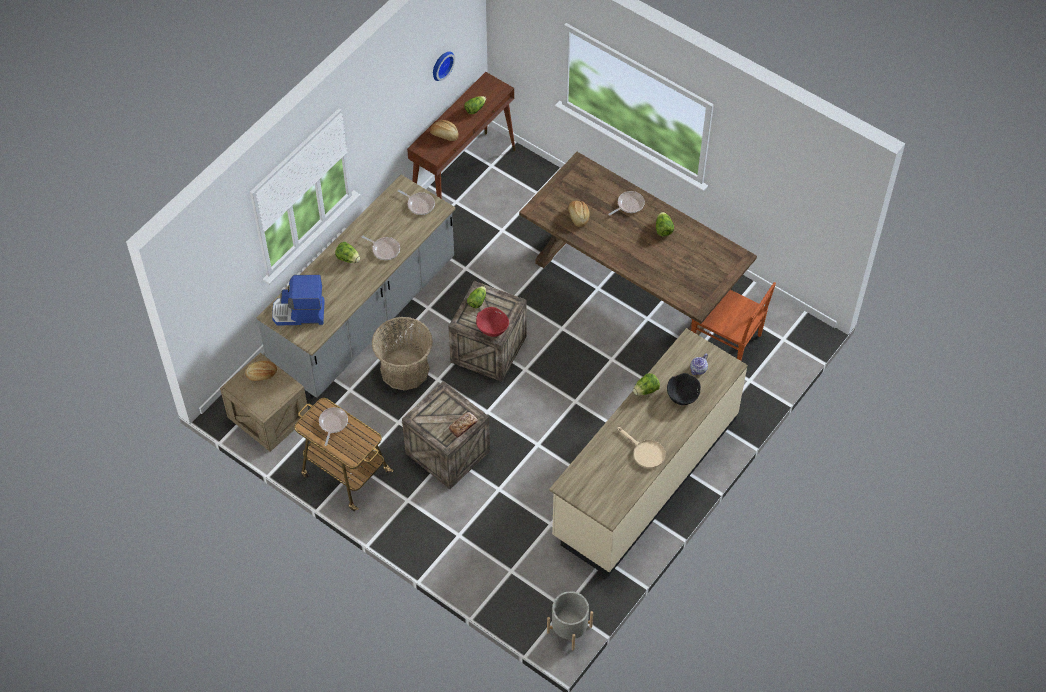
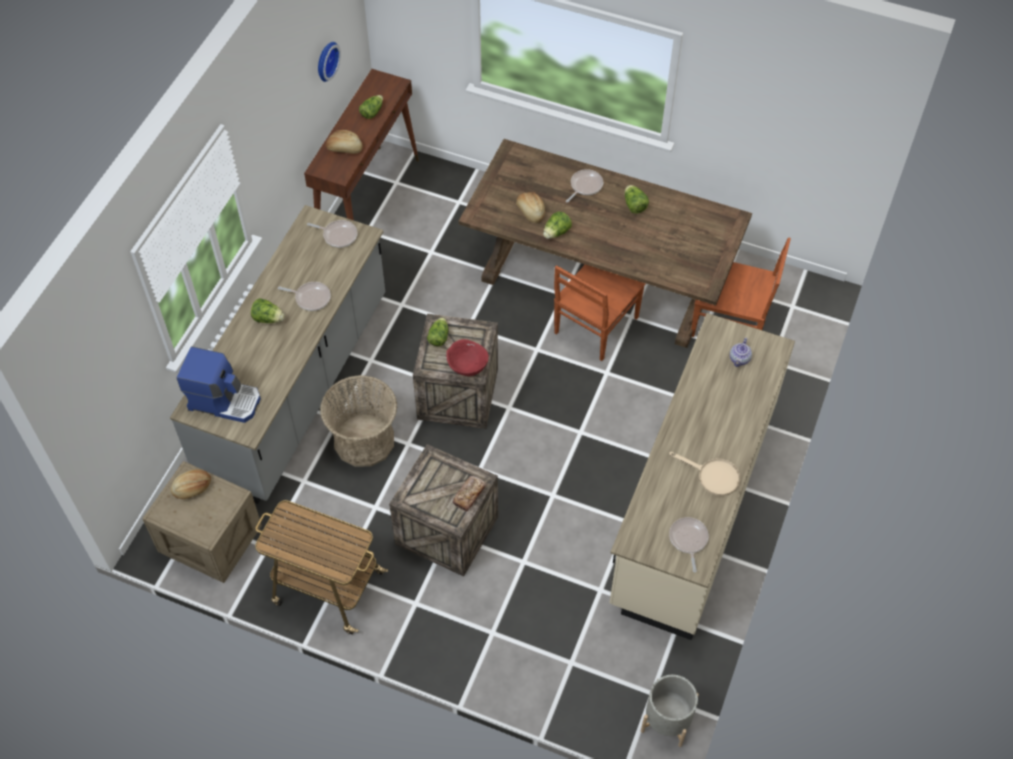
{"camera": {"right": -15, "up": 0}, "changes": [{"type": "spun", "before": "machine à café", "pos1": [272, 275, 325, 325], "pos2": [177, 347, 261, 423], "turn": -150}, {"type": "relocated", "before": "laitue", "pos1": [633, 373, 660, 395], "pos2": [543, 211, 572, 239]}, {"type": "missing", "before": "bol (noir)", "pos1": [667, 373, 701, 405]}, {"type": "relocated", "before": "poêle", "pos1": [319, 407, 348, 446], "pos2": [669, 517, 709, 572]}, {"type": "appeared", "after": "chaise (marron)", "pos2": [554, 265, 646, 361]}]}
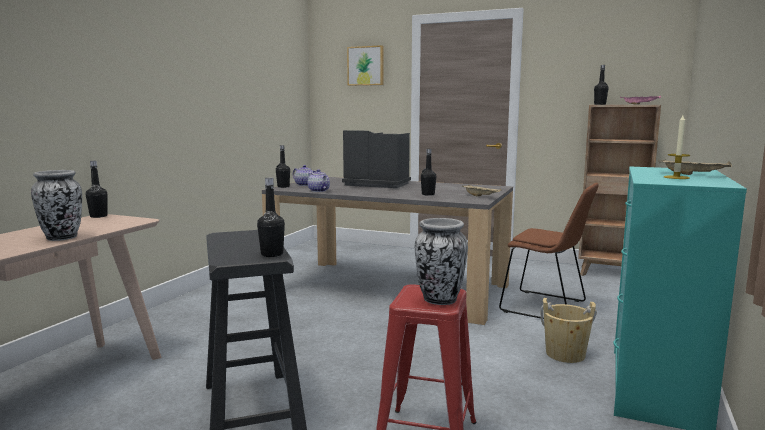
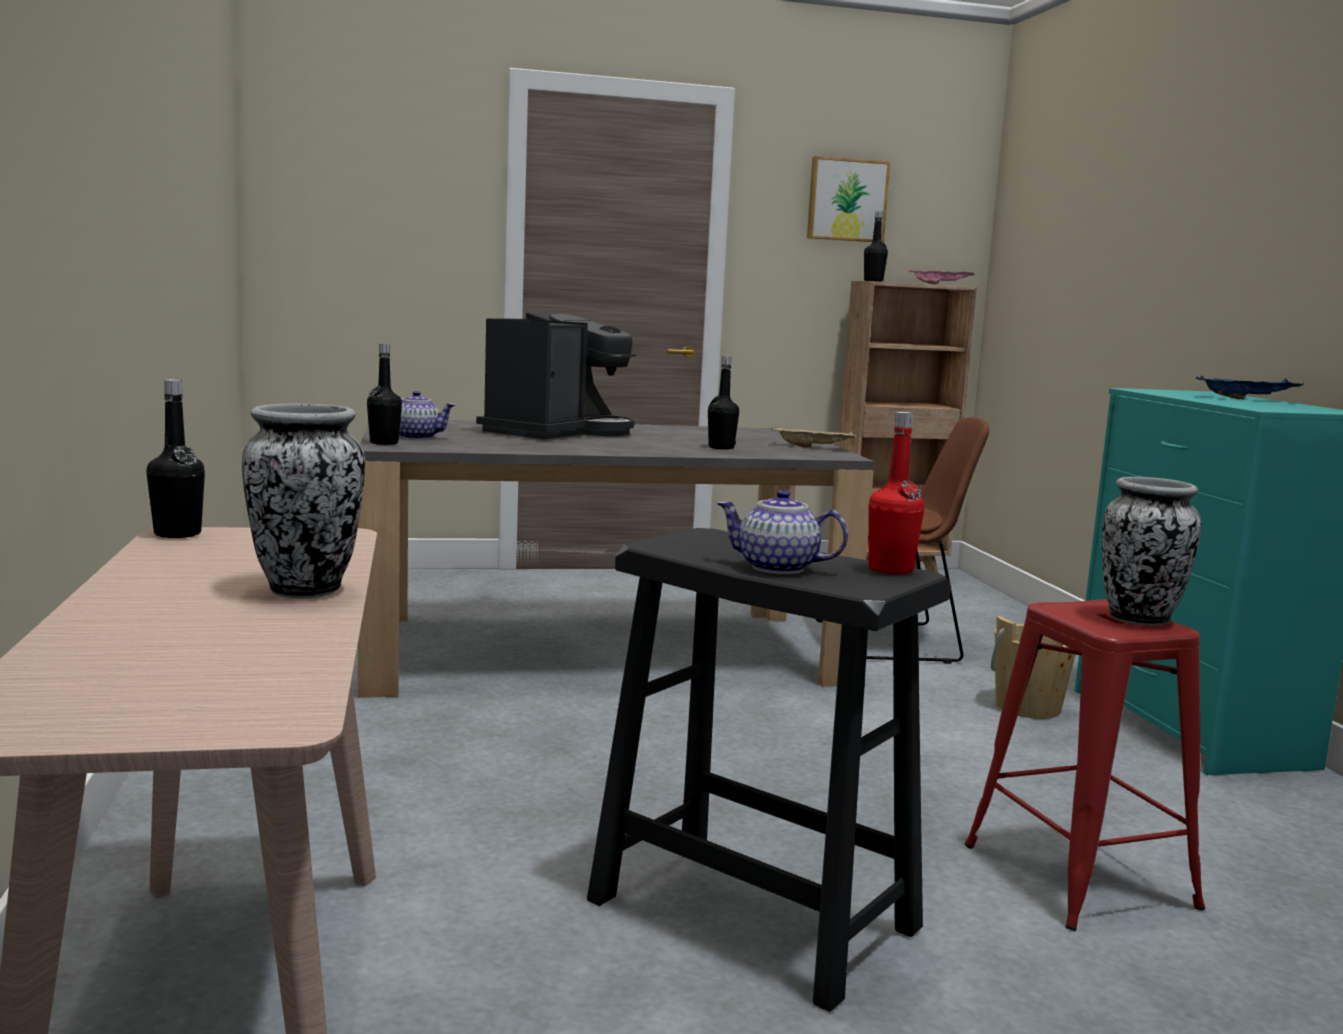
{"camera": {"right": -35, "up": 0}, "changes": [{"type": "relocated", "before": "tableau", "pos1": [347, 45, 384, 86], "pos2": [807, 156, 891, 242]}, {"type": "missing", "before": "bougie", "pos1": [664, 115, 690, 179]}, {"type": "spun", "before": "machine à café", "pos1": [342, 130, 411, 188], "pos2": [476, 312, 637, 440], "turn": 135}, {"type": "colour", "before": "plateau (beige)", "after": "plateau (bleu)", "pos1": [658, 159, 732, 175], "pos2": [1196, 376, 1304, 399]}, {"type": "relocated", "before": "théière", "pos1": [308, 169, 330, 192], "pos2": [717, 489, 848, 574]}, {"type": "colour", "before": "bouteille (noir)", "after": "bouteille (rouge)", "pos1": [257, 178, 285, 257], "pos2": [868, 412, 924, 574]}]}
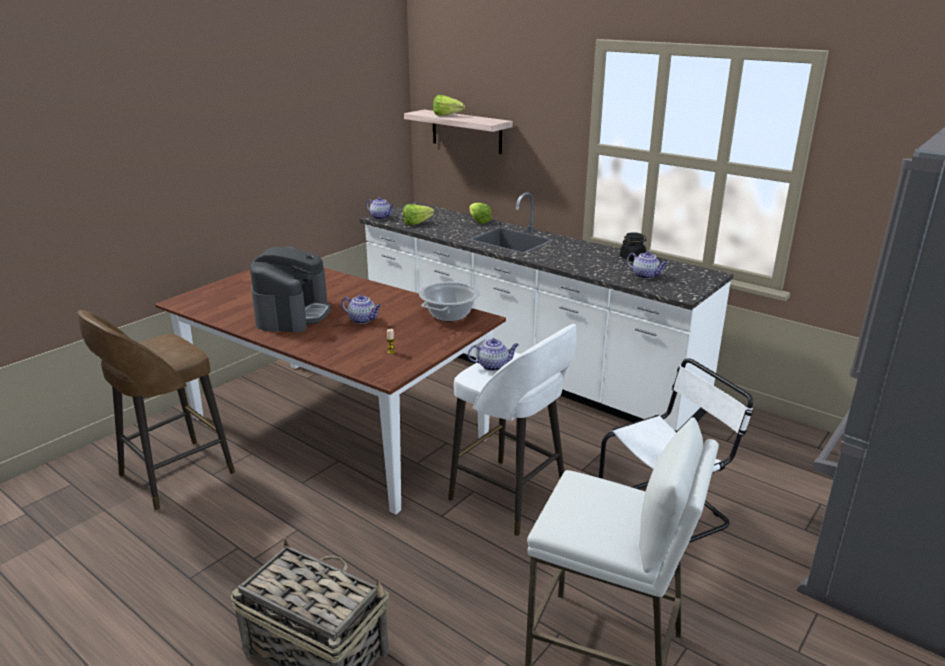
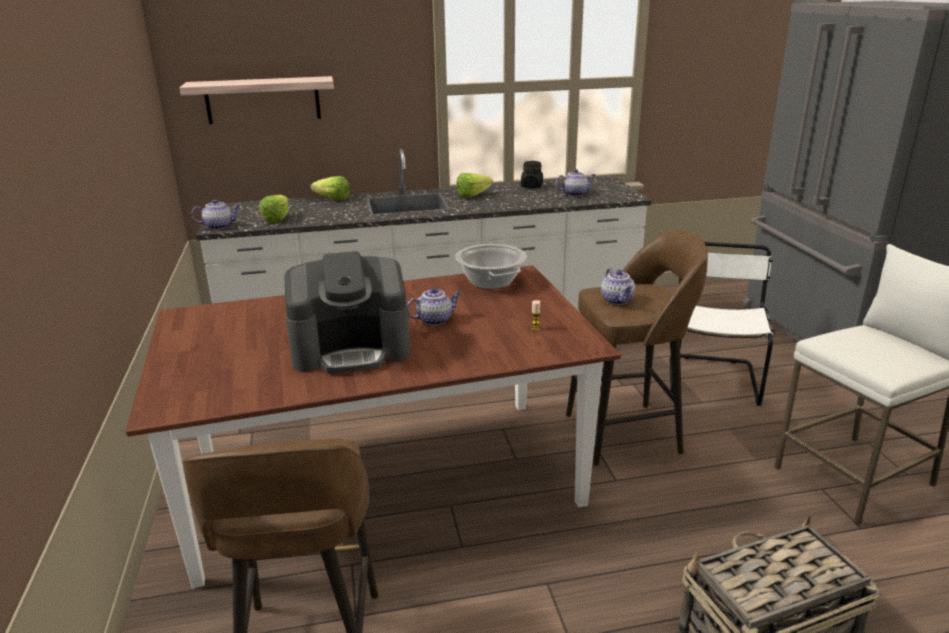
{"camera": {"right": -50, "up": 0}, "changes": [{"type": "relocated", "before": "laitue", "pos1": [433, 95, 465, 116], "pos2": [456, 173, 493, 198]}, {"type": "spun", "before": "machine à café", "pos1": [250, 246, 331, 333], "pos2": [285, 251, 410, 374], "turn": 120}, {"type": "colour", "before": "tabouret (blanc)", "after": "tabouret (marron)", "pos1": [448, 324, 576, 536], "pos2": [566, 229, 708, 466]}, {"type": "spun", "before": "théière", "pos1": [468, 338, 519, 371], "pos2": [601, 268, 635, 305], "turn": 135}]}
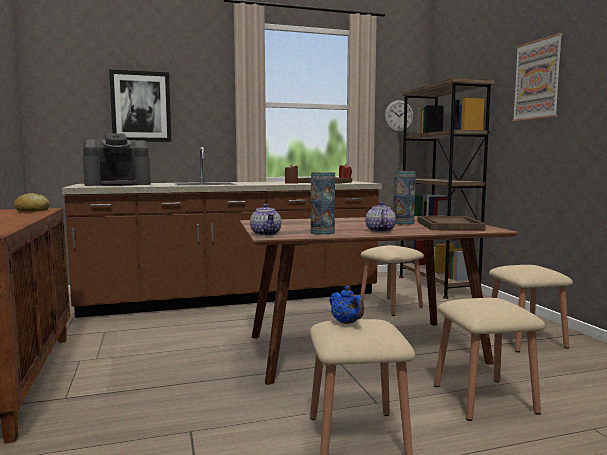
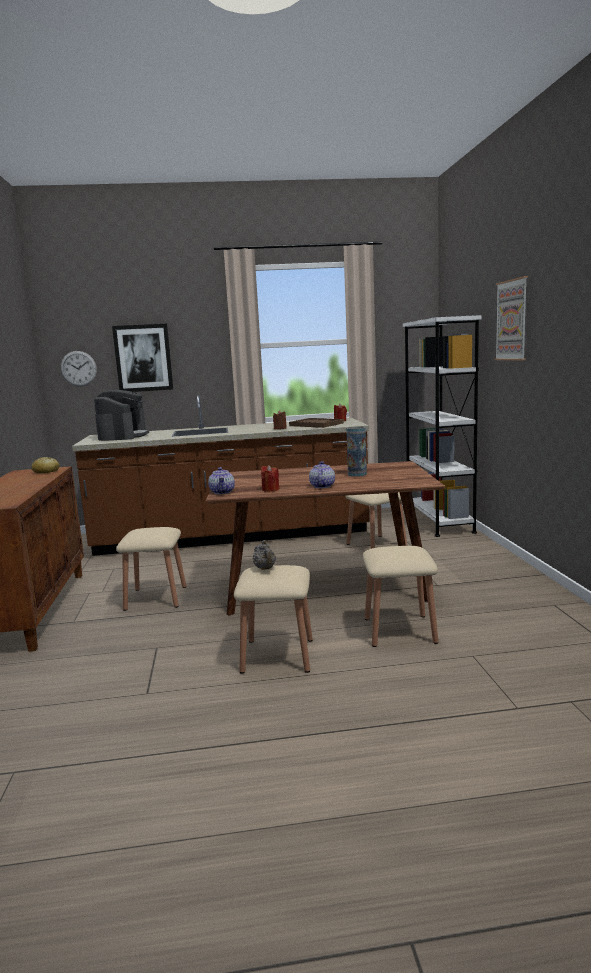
{"camera": {"right": 10, "up": 5}, "changes": [{"type": "colour", "before": "bibliothèque (marron)", "after": "bibliothèque (blanc)", "pos1": [399, 78, 494, 299], "pos2": [403, 315, 482, 537]}, {"type": "relocated", "before": "horloge murale", "pos1": [385, 100, 413, 132], "pos2": [61, 351, 97, 386]}, {"type": "spun", "before": "machine à café", "pos1": [83, 133, 151, 186], "pos2": [94, 390, 149, 441], "turn": -75}, {"type": "exchanged", "before": "vase", "after": "bougie (rouge)", "pos1": [311, 172, 335, 235], "pos2": [261, 465, 279, 492]}, {"type": "missing", "before": "plateau (marron)", "pos1": [417, 216, 486, 230]}, {"type": "relocated", "before": "tabouret (beige)", "pos1": [489, 265, 573, 352], "pos2": [116, 527, 186, 611]}, {"type": "colour", "before": "théière (bleu)", "after": "théière (gris)", "pos1": [329, 286, 364, 324], "pos2": [252, 540, 276, 570]}]}
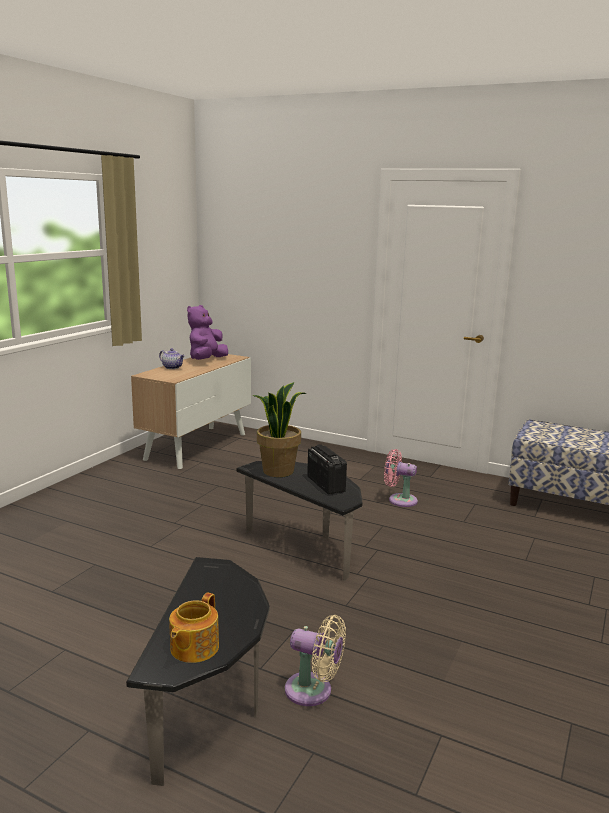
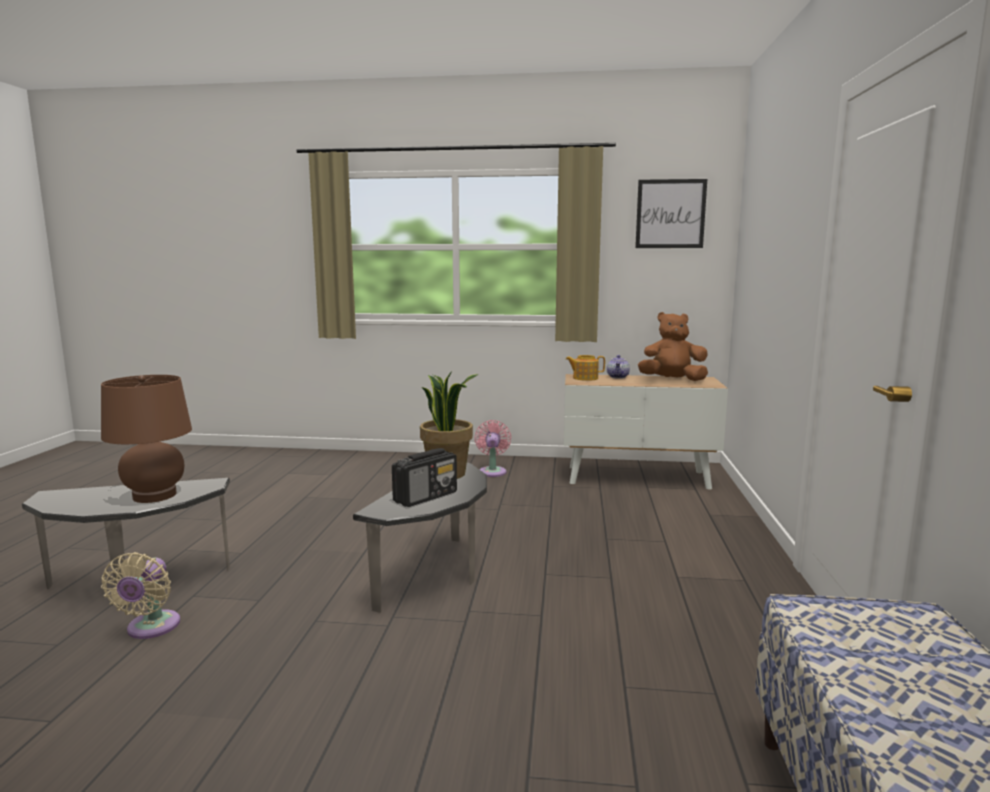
{"camera": {"right": 70, "up": -5}, "changes": [{"type": "colour", "before": "peluche (violet)", "after": "peluche (marron)", "pos1": [187, 305, 228, 360], "pos2": [638, 312, 708, 381]}, {"type": "relocated", "before": "ventilateur (rose)", "pos1": [384, 449, 418, 507], "pos2": [475, 420, 511, 477]}, {"type": "relocated", "before": "théière", "pos1": [169, 592, 219, 663], "pos2": [566, 355, 605, 381]}, {"type": "appeared", "after": "tableau", "pos2": [635, 179, 707, 248]}, {"type": "appeared", "after": "lampe de table (marron)", "pos2": [101, 375, 192, 503]}]}
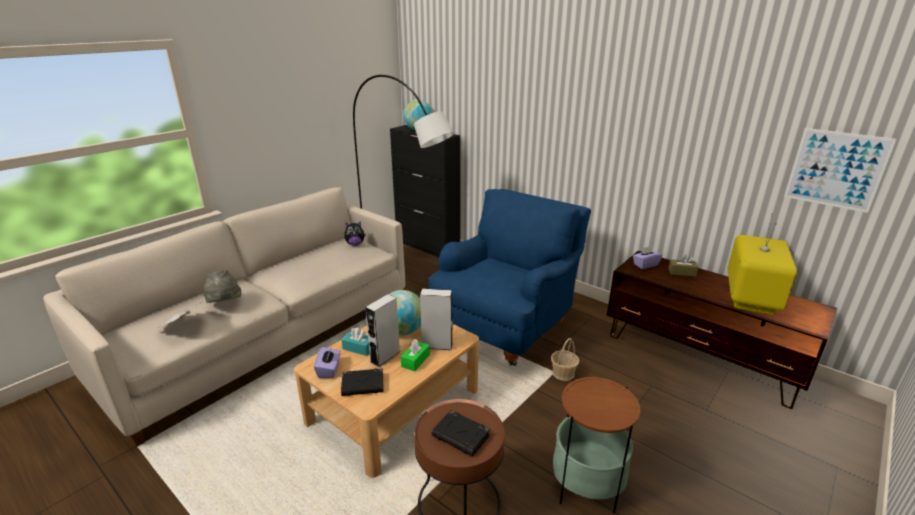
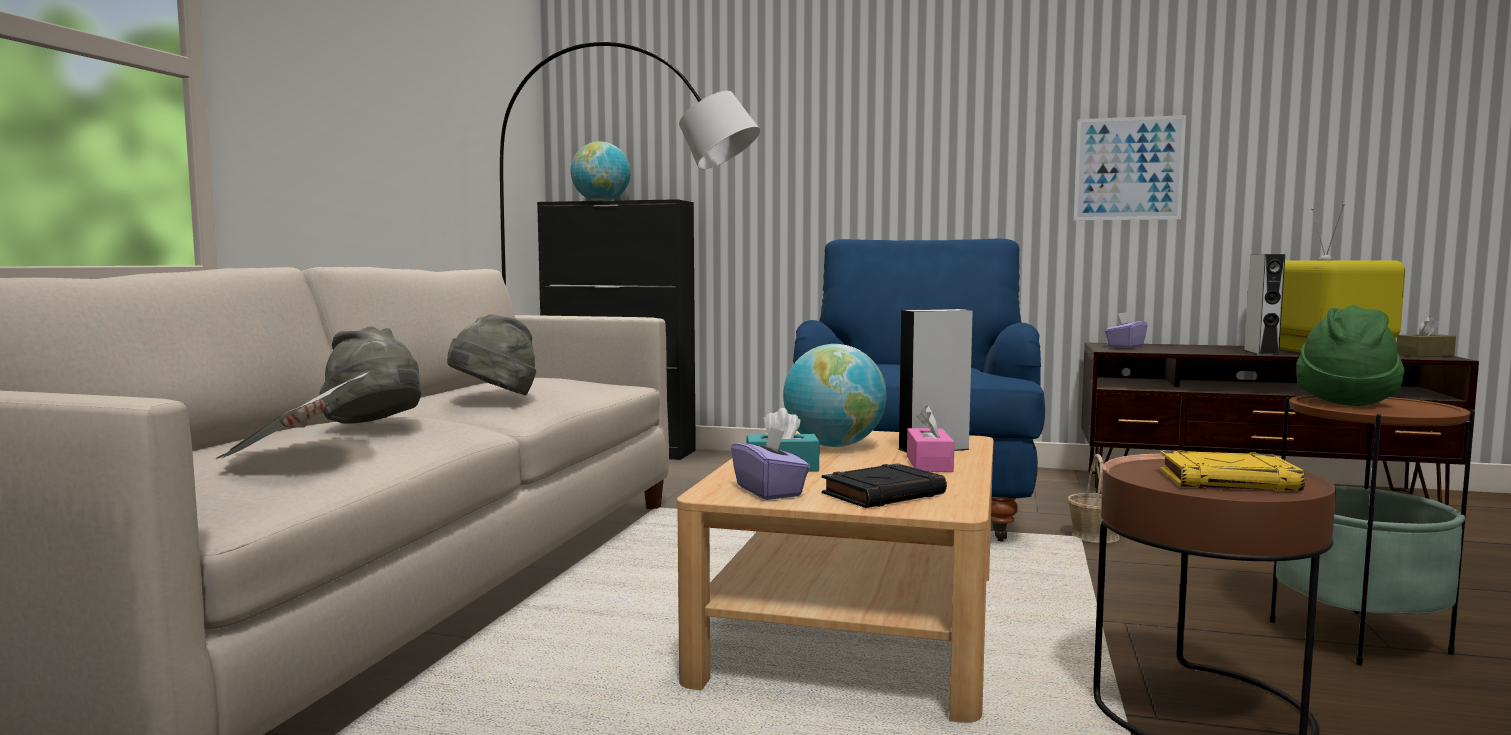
{"camera": {"right": -25, "up": -20}, "changes": [{"type": "relocated", "before": "tableau", "pos1": [784, 128, 897, 213], "pos2": [1074, 115, 1186, 221]}, {"type": "missing", "before": "peluche", "pos1": [344, 221, 366, 246]}, {"type": "relocated", "before": "boîte à mouchoirs (marron)", "pos1": [668, 254, 699, 277], "pos2": [1397, 316, 1456, 357]}, {"type": "relocated", "before": "enceinte (gris)", "pos1": [365, 294, 401, 367], "pos2": [1244, 254, 1285, 355]}, {"type": "colour", "before": "boîte à mouchoirs (vert)", "after": "boîte à mouchoirs (rose)", "pos1": [401, 339, 430, 371], "pos2": [907, 406, 955, 472]}, {"type": "colour", "before": "livre (noir)", "after": "livre (jaune)", "pos1": [431, 410, 490, 457], "pos2": [1159, 450, 1305, 491]}, {"type": "appeared", "after": "chapeau (vert)", "pos2": [1296, 305, 1404, 406]}, {"type": "appeared", "after": "chapeau (gris)", "pos2": [447, 314, 536, 395]}]}
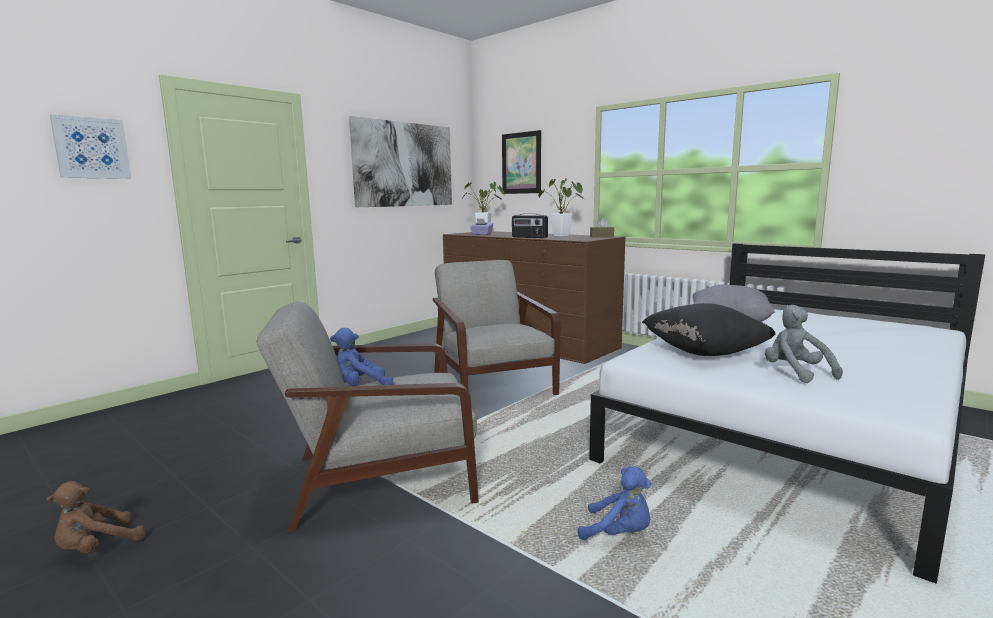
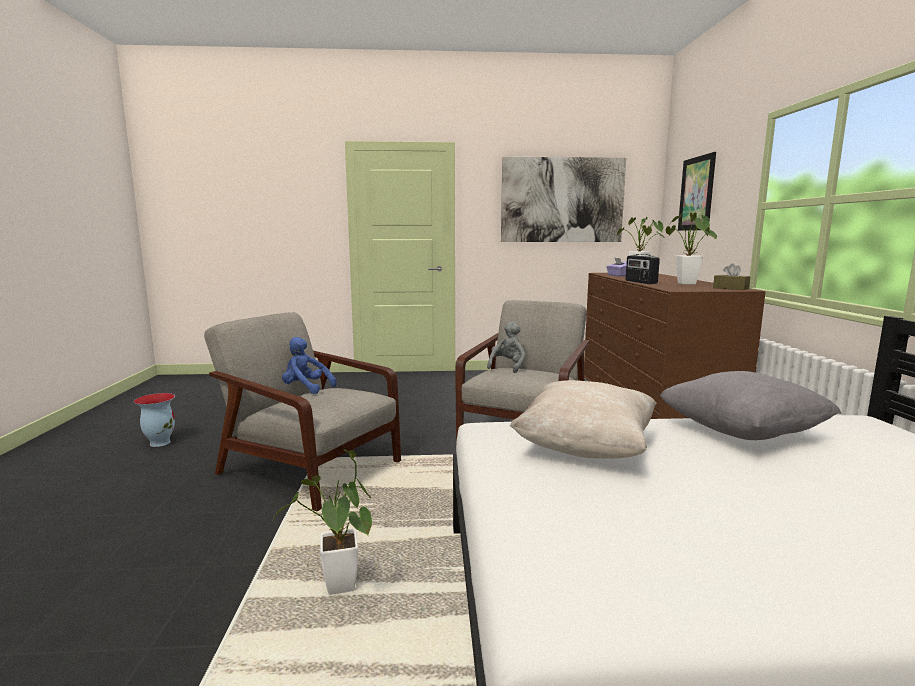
{"camera": {"right": 45, "up": 0}, "changes": [{"type": "missing", "before": "tableau", "pos1": [50, 114, 131, 179]}, {"type": "colour", "before": "coussin (noir)", "after": "coussin (beige)", "pos1": [642, 303, 776, 356], "pos2": [510, 380, 657, 459]}, {"type": "relocated", "before": "peluche (gris)", "pos1": [765, 305, 843, 383], "pos2": [487, 321, 525, 373]}, {"type": "exchanged", "before": "peluche (bleu)", "after": "plante en pot", "pos1": [578, 466, 651, 540], "pos2": [273, 449, 372, 595]}, {"type": "exchanged", "before": "peluche (marron)", "after": "vase", "pos1": [47, 481, 146, 554], "pos2": [134, 393, 175, 447]}]}
